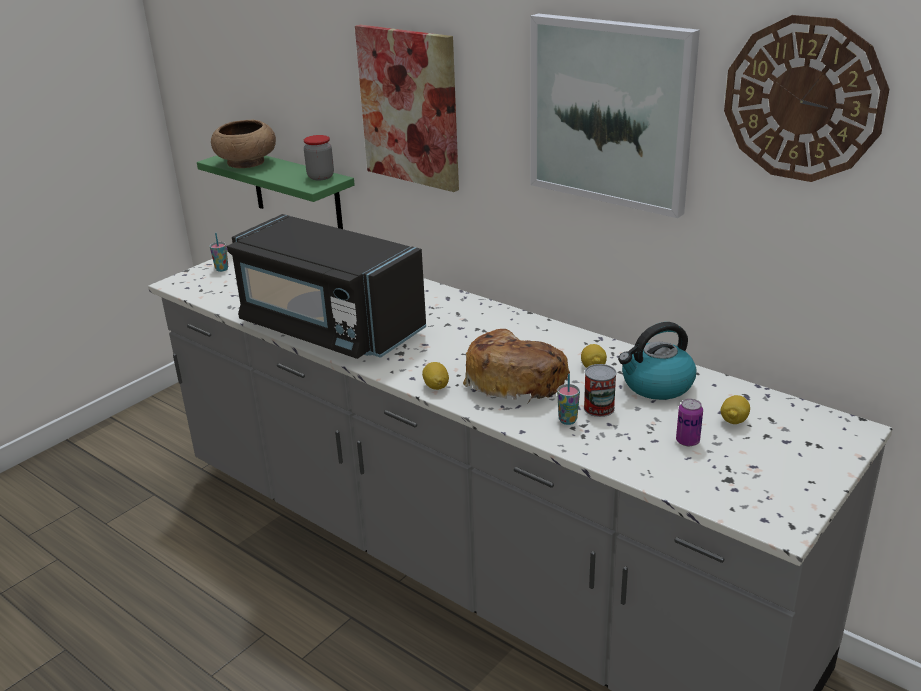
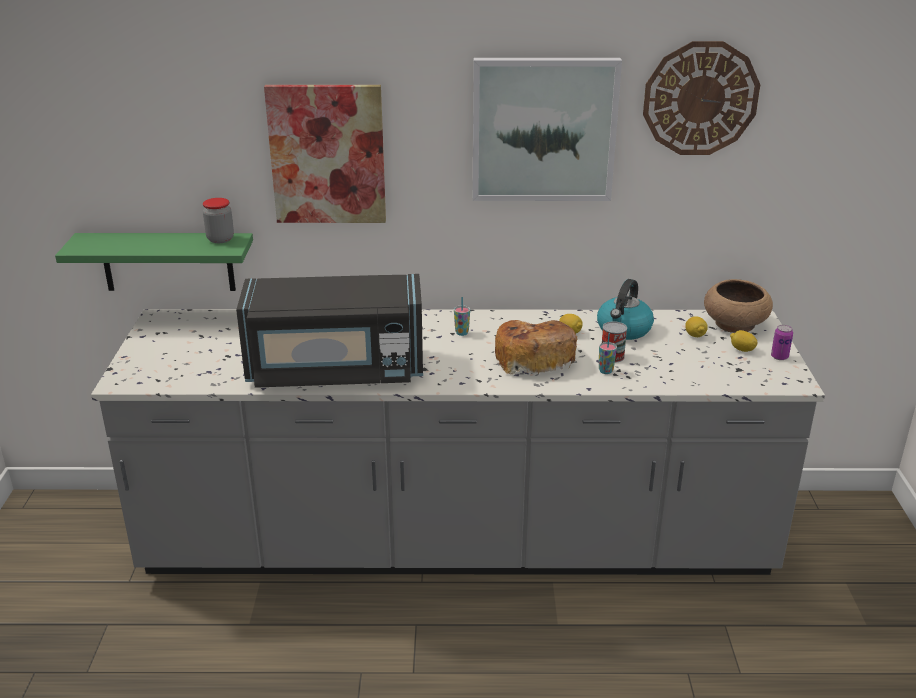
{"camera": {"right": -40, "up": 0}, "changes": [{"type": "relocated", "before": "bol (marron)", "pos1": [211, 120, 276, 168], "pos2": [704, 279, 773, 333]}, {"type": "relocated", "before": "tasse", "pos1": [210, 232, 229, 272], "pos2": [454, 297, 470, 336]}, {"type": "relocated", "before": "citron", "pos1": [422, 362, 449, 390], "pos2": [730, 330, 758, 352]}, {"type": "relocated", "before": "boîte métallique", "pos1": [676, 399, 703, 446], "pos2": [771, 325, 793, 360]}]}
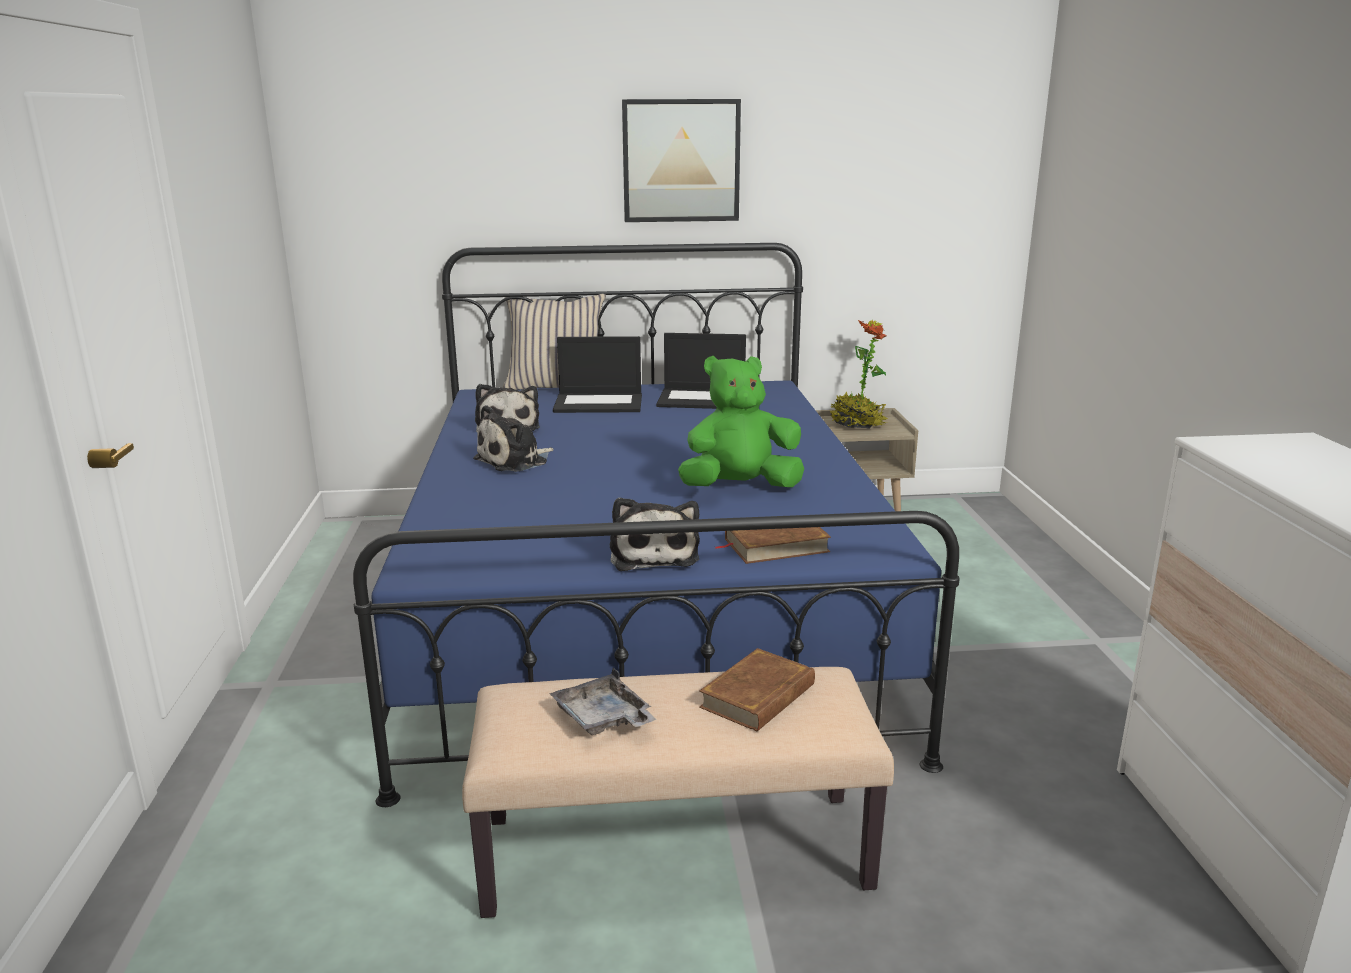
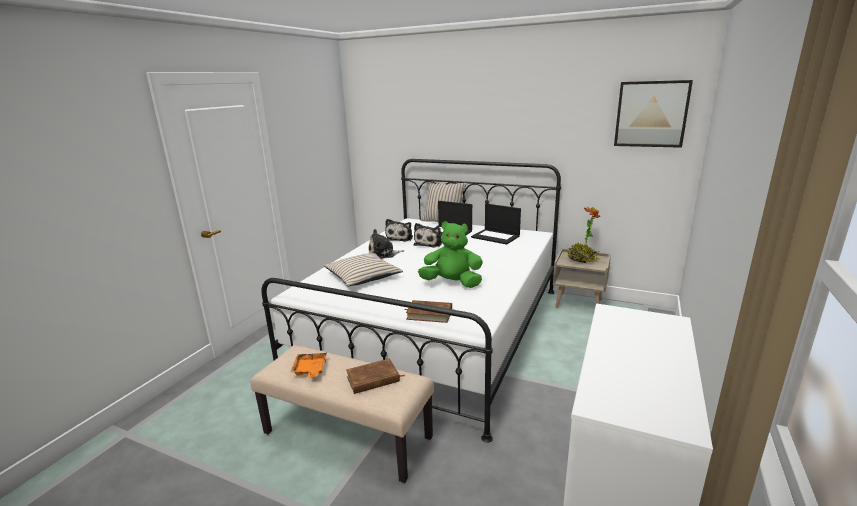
{"camera": {"right": 30, "up": 0}, "changes": [{"type": "relocated", "before": "tableau", "pos1": [622, 99, 741, 222], "pos2": [614, 80, 693, 148]}, {"type": "colour", "before": "lit (bleu)", "after": "lit (blanc)", "pos1": [353, 243, 960, 807], "pos2": [261, 159, 561, 443]}, {"type": "relocated", "before": "peluche", "pos1": [610, 497, 700, 571], "pos2": [414, 223, 442, 248]}, {"type": "colour", "before": "plateau (gris)", "after": "plateau (orange)", "pos1": [549, 668, 656, 735], "pos2": [290, 351, 327, 377]}, {"type": "appeared", "after": "coussin (beige)", "pos2": [324, 253, 403, 286]}]}
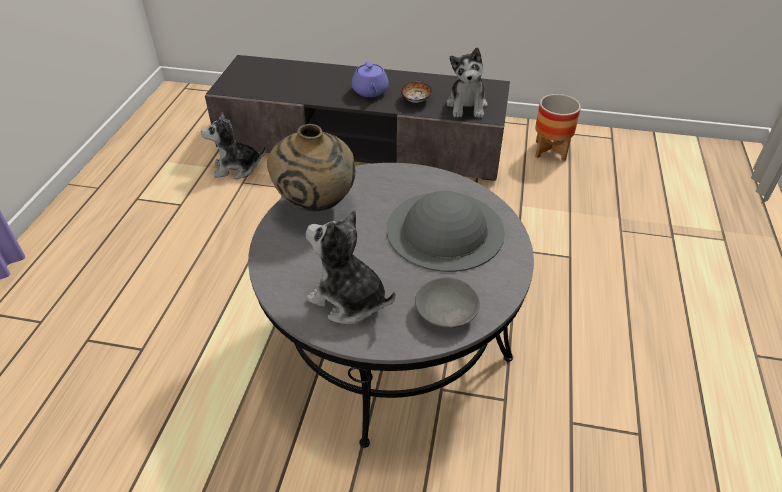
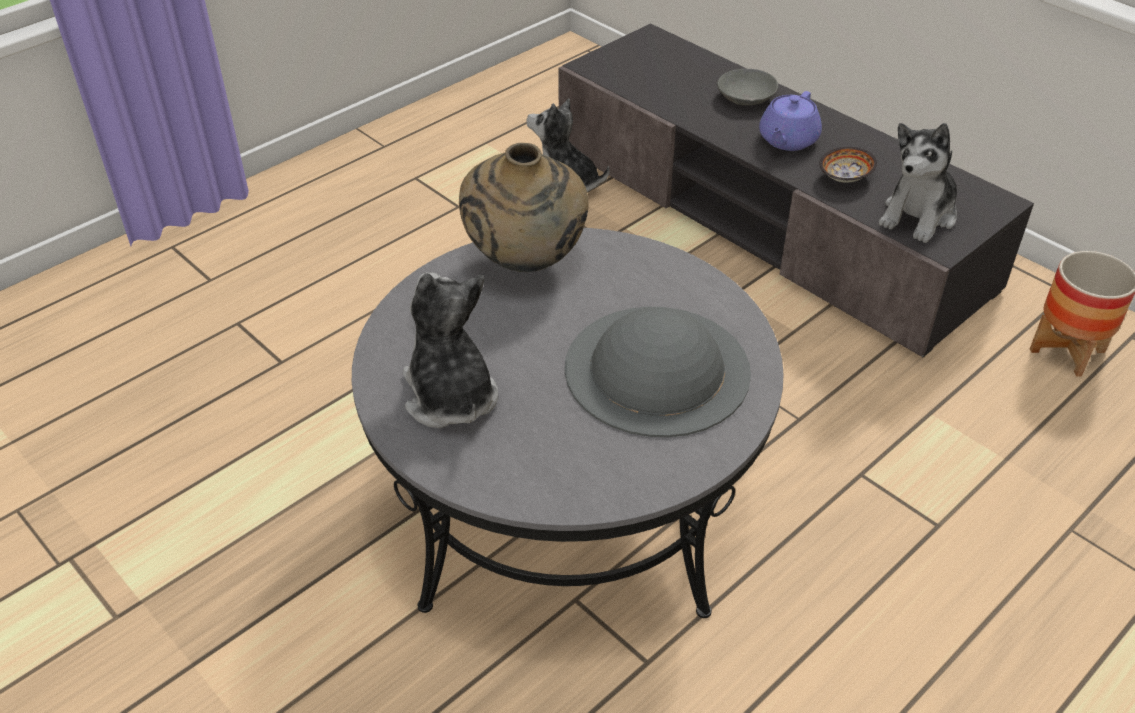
{"camera": {"right": 35, "up": 0}, "changes": [{"type": "relocated", "before": "bol (gris)", "pos1": [415, 277, 480, 328], "pos2": [717, 69, 778, 105]}]}
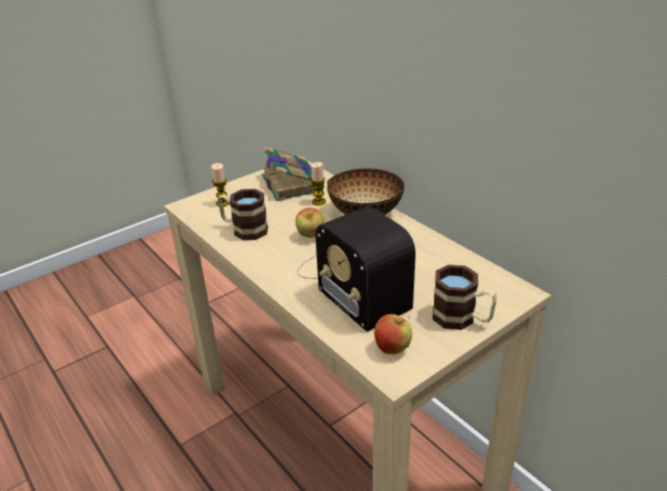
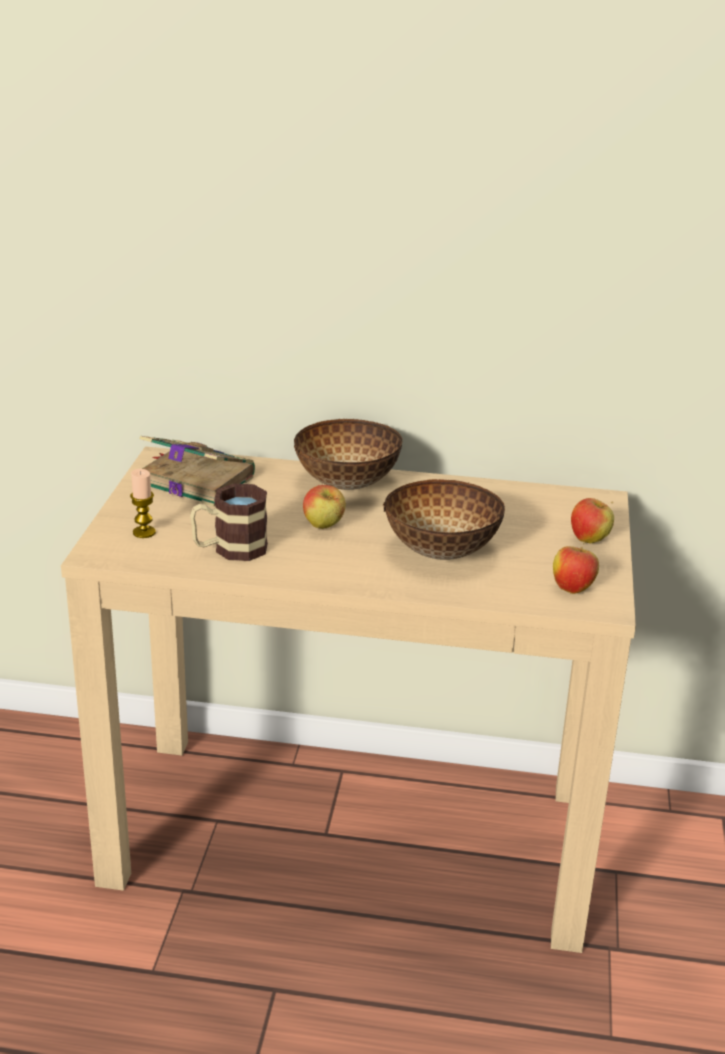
{"camera": {"right": -45, "up": -5}, "changes": [{"type": "missing", "before": "bougie", "pos1": [310, 162, 326, 206]}, {"type": "exchanged", "before": "radio", "after": "bol", "pos1": [297, 206, 416, 332], "pos2": [383, 479, 505, 560]}, {"type": "exchanged", "before": "mug", "after": "pomme", "pos1": [432, 265, 497, 330], "pos2": [571, 498, 614, 544]}]}
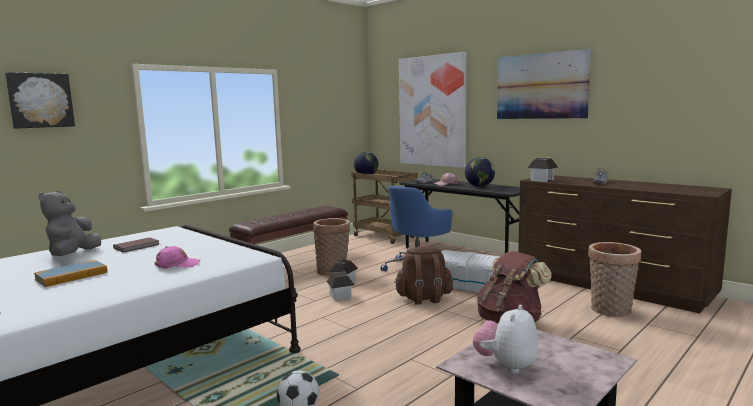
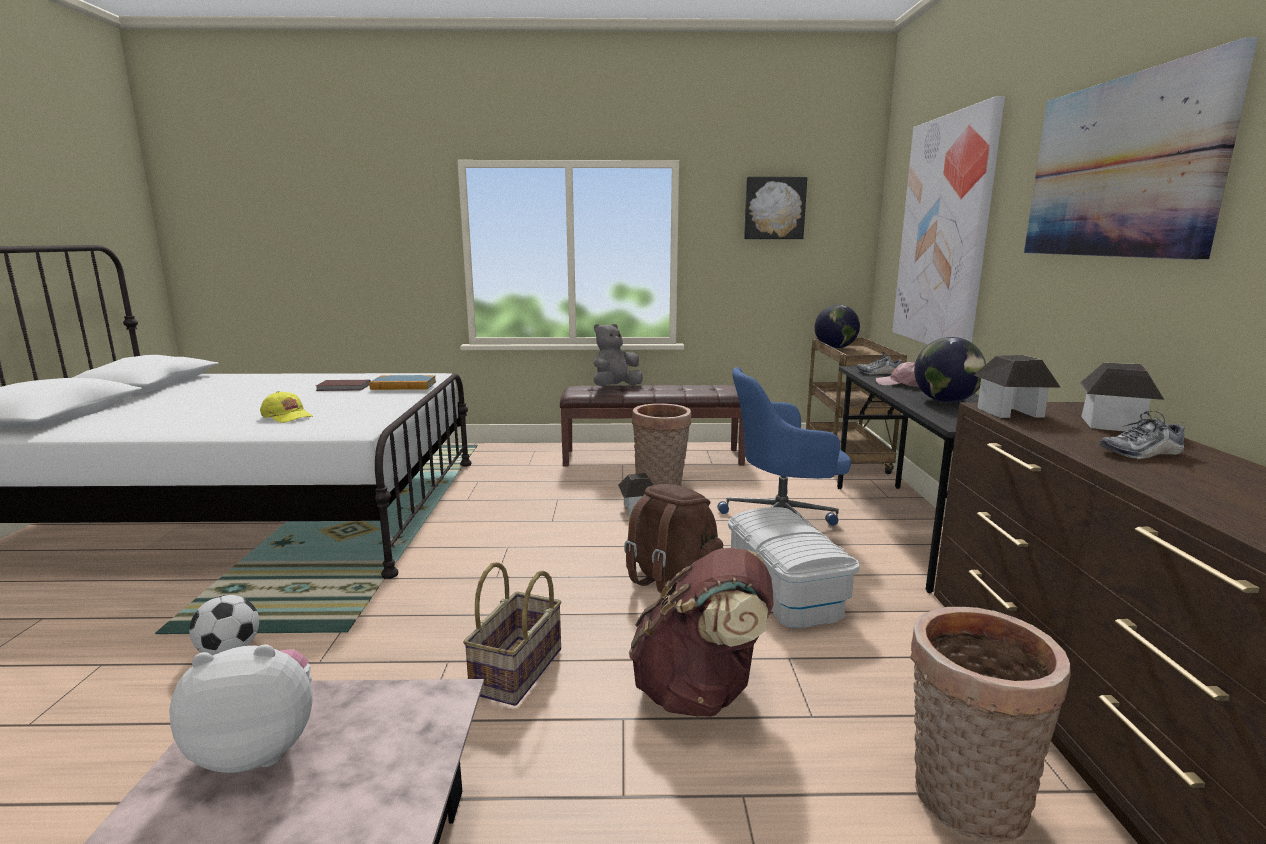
{"camera": {"right": 45, "up": 5}, "changes": [{"type": "relocated", "before": "tableau", "pos1": [5, 72, 75, 129], "pos2": [744, 177, 807, 239]}, {"type": "relocated", "before": "peluche (gris)", "pos1": [38, 191, 101, 256], "pos2": [593, 324, 643, 386]}, {"type": "colour", "before": "casquette (rose)", "after": "casquette (jaune)", "pos1": [155, 246, 200, 269], "pos2": [260, 391, 313, 423]}, {"type": "relocated", "before": "livre", "pos1": [34, 260, 107, 287], "pos2": [369, 375, 436, 390]}, {"type": "relocated", "before": "maison miniature", "pos1": [327, 271, 354, 301], "pos2": [1080, 363, 1164, 431]}, {"type": "appeared", "after": "panier", "pos2": [463, 562, 561, 706]}]}
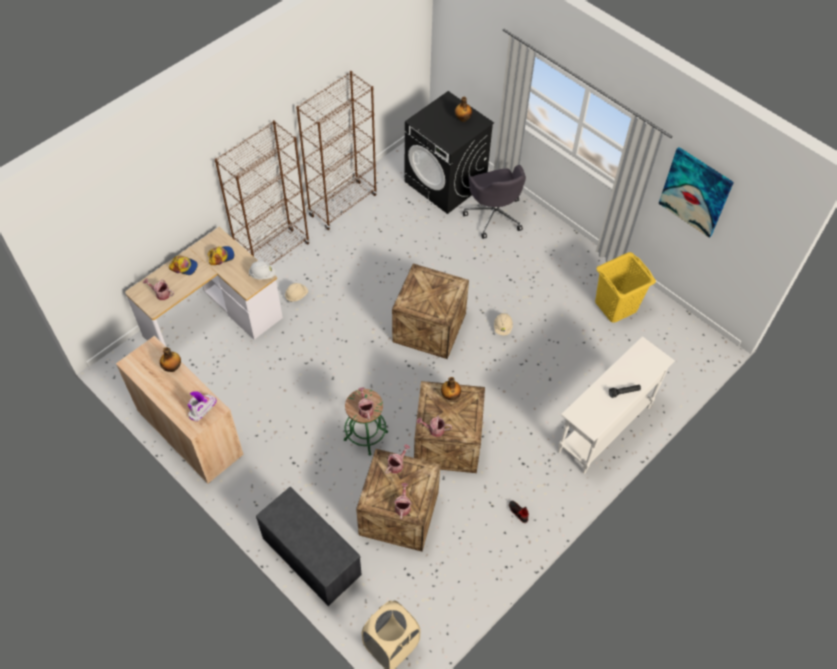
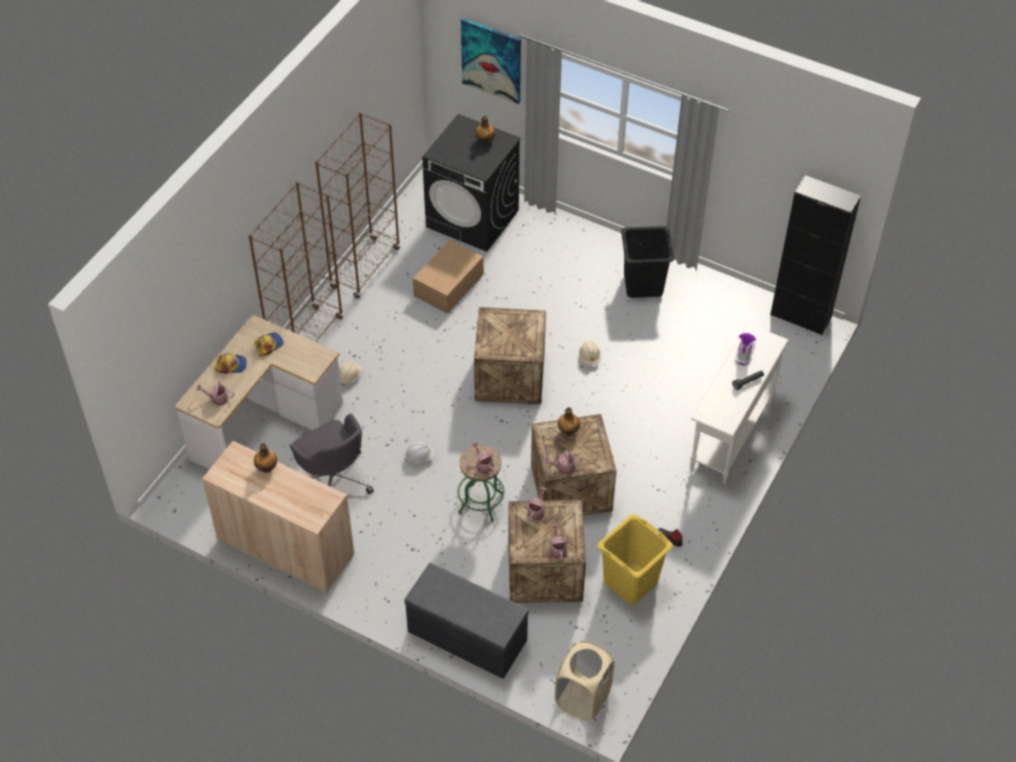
{"camera": {"right": -15, "up": -5}, "changes": [{"type": "relocated", "before": "tableau", "pos1": [658, 147, 734, 238], "pos2": [461, 18, 521, 104]}, {"type": "relocated", "before": "chaise de bureau (gris)", "pos1": [463, 165, 526, 239], "pos2": [289, 413, 374, 494]}, {"type": "relocated", "before": "panier à linge (jaune)", "pos1": [595, 252, 656, 323], "pos2": [597, 514, 673, 605]}, {"type": "relocated", "before": "casque de chantier (blanc)", "pos1": [249, 261, 275, 280], "pos2": [405, 442, 434, 463]}, {"type": "relocated", "before": "botte", "pos1": [188, 391, 217, 421], "pos2": [735, 333, 756, 366]}, {"type": "appeared", "after": "meuble de rangement (noir)", "pos2": [770, 175, 861, 335]}, {"type": "appeared", "after": "panier à linge (noir)", "pos2": [621, 226, 674, 298]}, {"type": "appeared", "after": "carton", "pos2": [413, 240, 484, 313]}]}
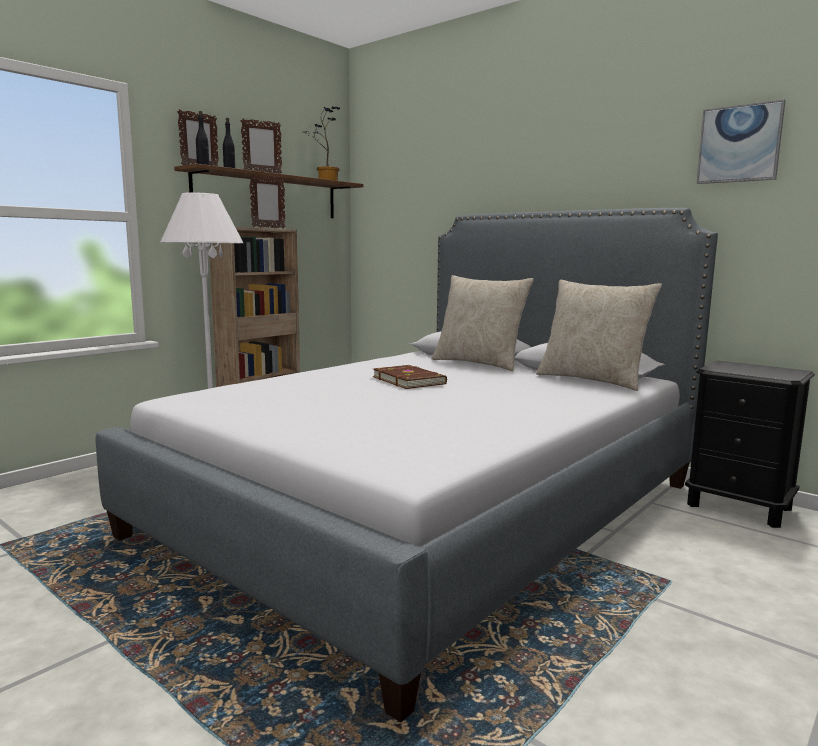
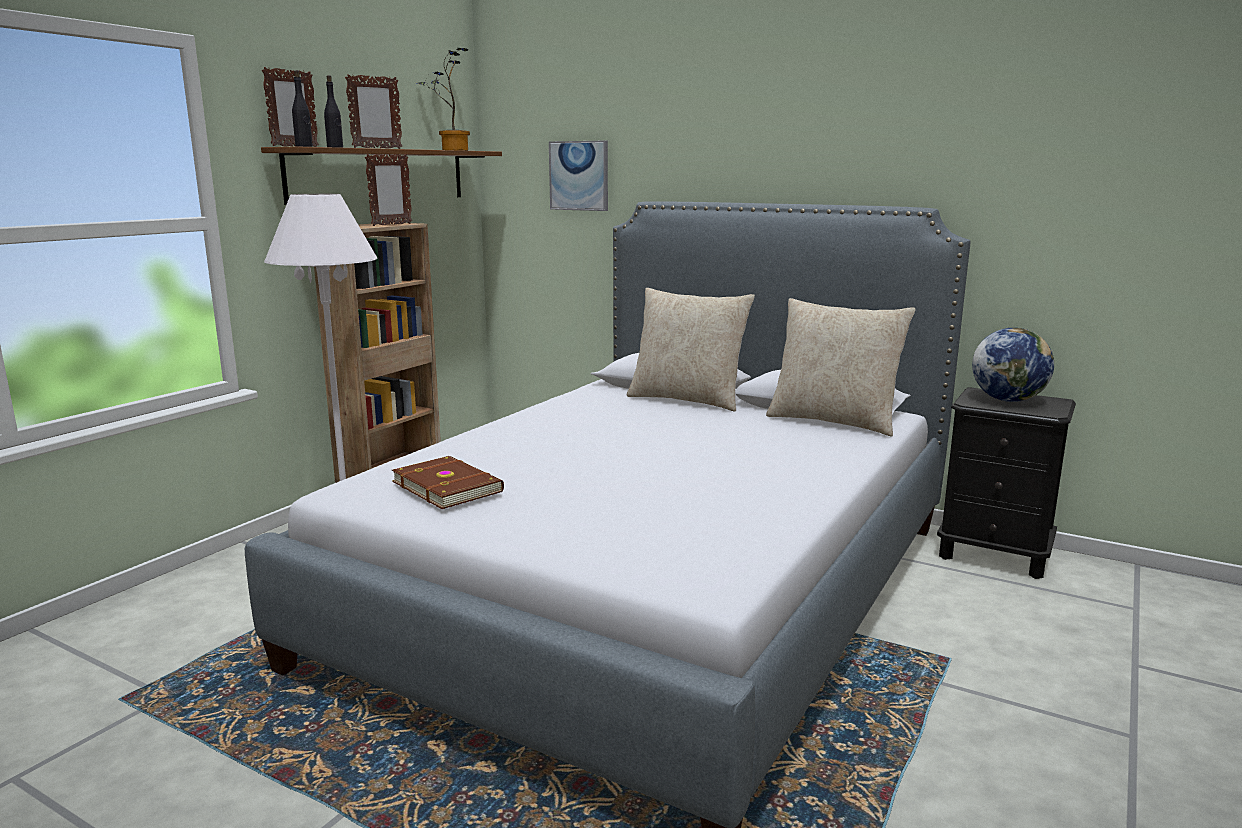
{"camera": {"right": -10, "up": 5}, "changes": [{"type": "relocated", "before": "tableau", "pos1": [696, 100, 785, 184], "pos2": [549, 140, 608, 211]}, {"type": "relocated", "before": "livre (marron)", "pos1": [373, 365, 447, 389], "pos2": [392, 456, 504, 509]}, {"type": "appeared", "after": "globe", "pos2": [972, 328, 1054, 402]}]}
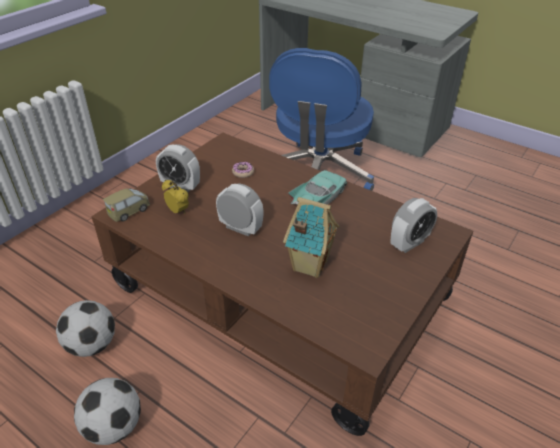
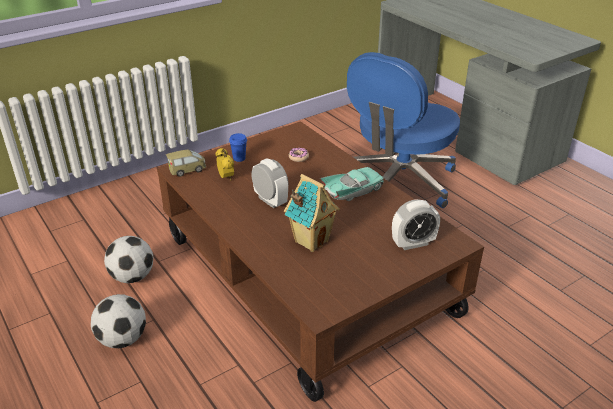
{"camera": {"right": 20, "up": -5}, "changes": [{"type": "exchanged", "before": "réveil", "after": "tasse (bleu)", "pos1": [156, 144, 200, 192], "pos2": [229, 133, 247, 162]}]}
